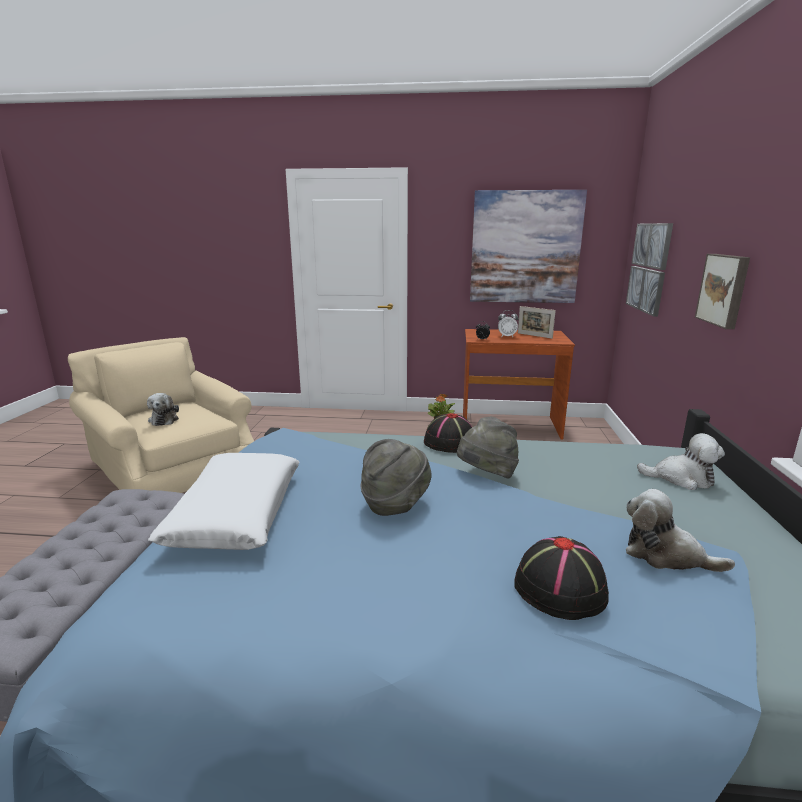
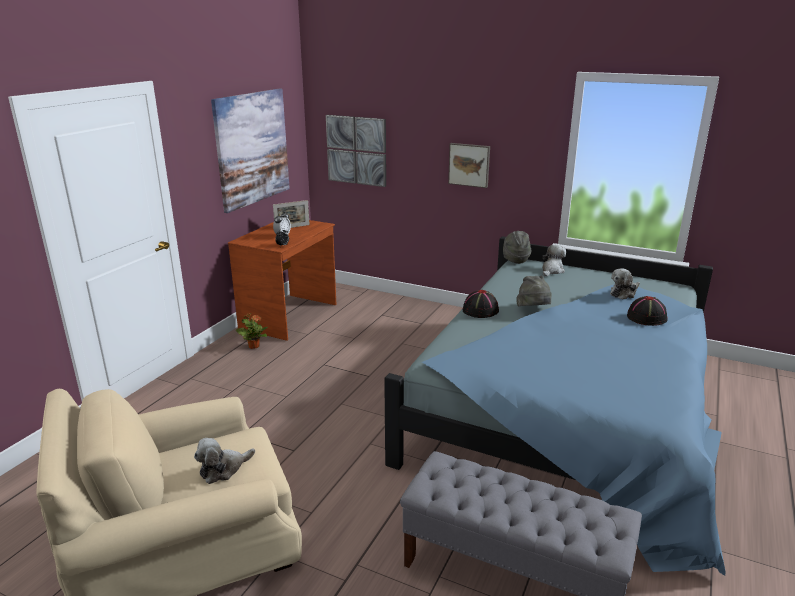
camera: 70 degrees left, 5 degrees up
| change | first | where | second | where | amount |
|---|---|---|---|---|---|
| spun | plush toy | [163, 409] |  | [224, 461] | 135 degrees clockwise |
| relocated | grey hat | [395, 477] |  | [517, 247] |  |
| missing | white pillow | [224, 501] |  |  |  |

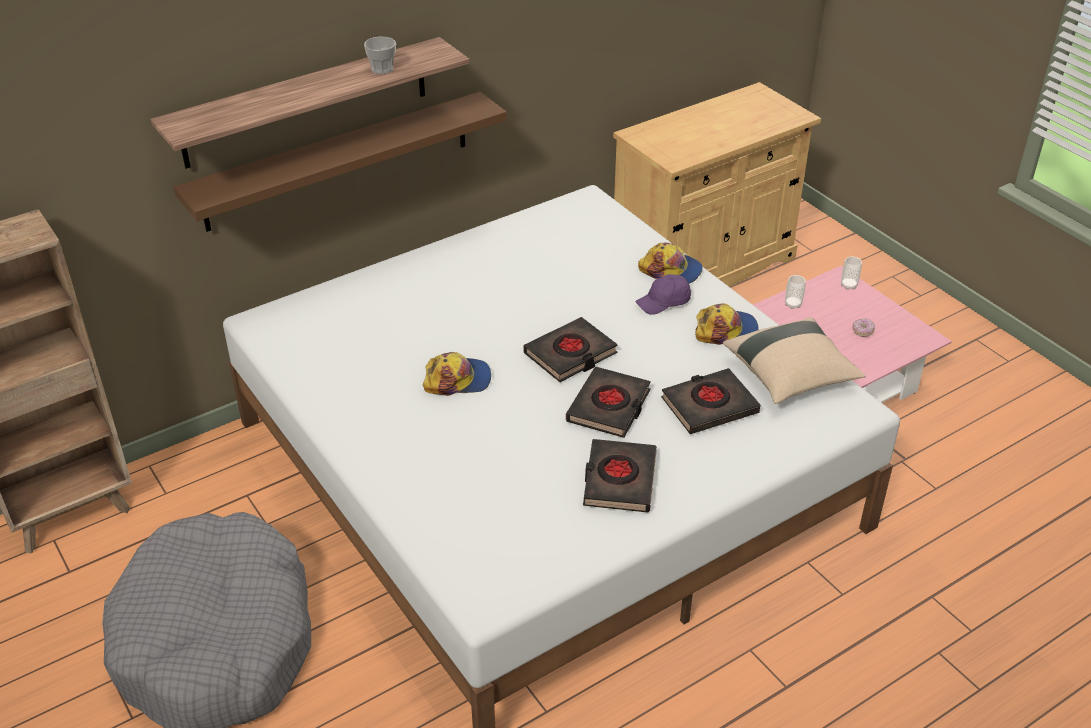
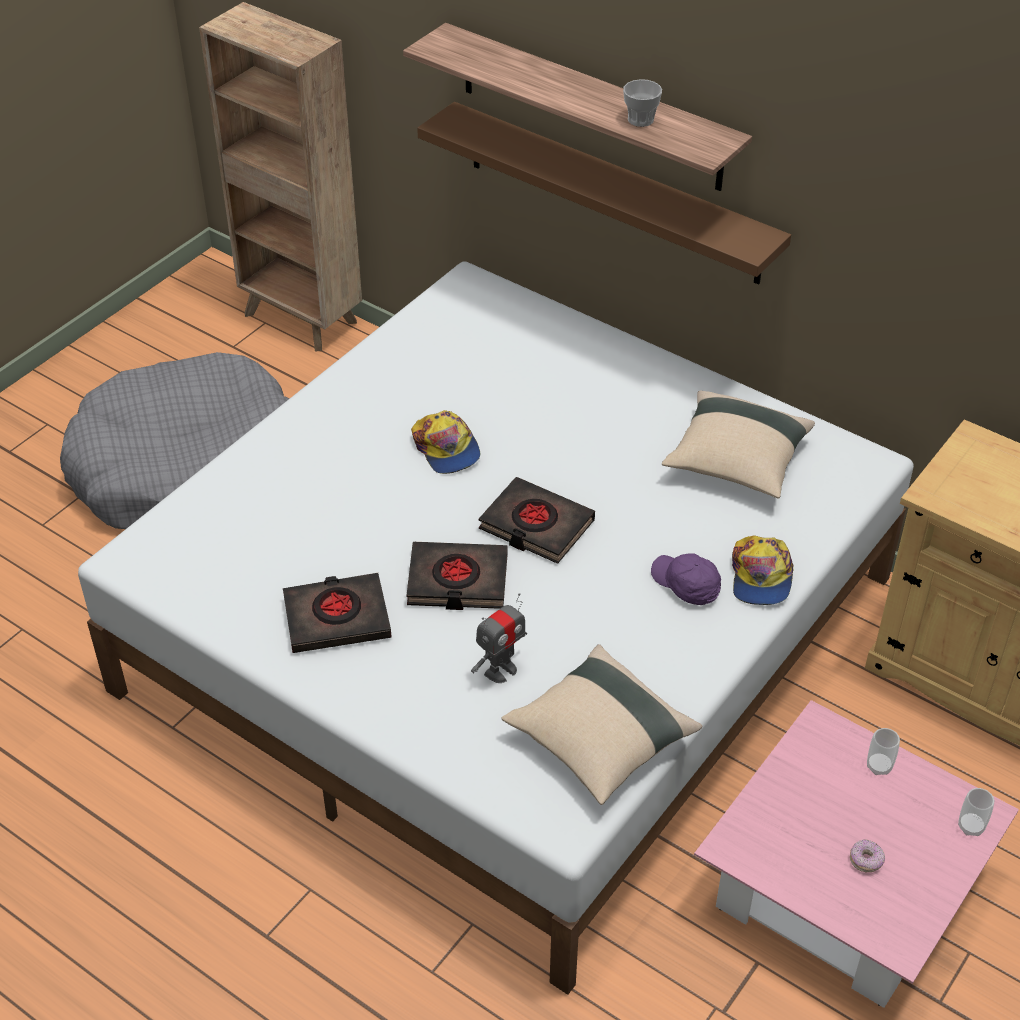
camera: 70 degrees right, 5 degrees up
| change | first | where | second | where | amount |
|---|---|---|---|---|---|
| missing | cap | [727, 324] |  |  |  |
| exchanged | black book | [710, 401] | toy robot | [499, 638] |  |
| appeared |  |  | beige pillow | [738, 444] |  |

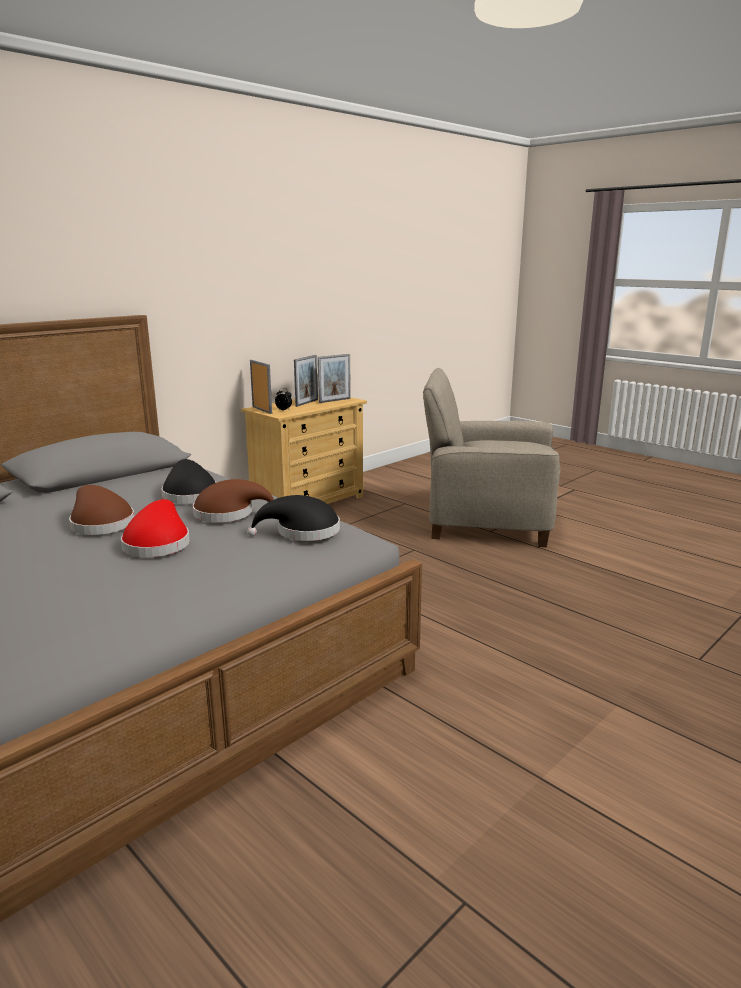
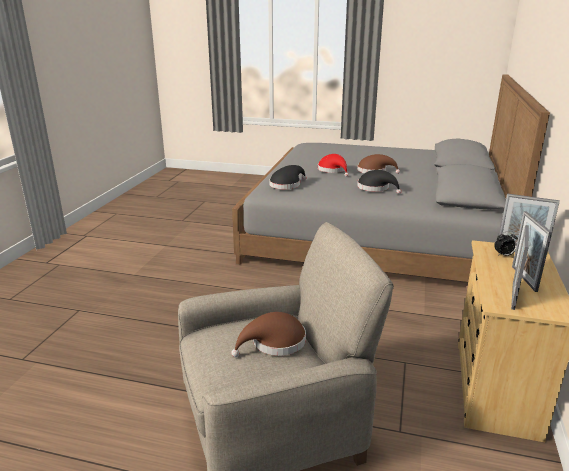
camera: 150 degrees right, 5 degrees up
| change | first | where | second | where | amount |
|---|---|---|---|---|---|
| relocated | brown hat | [233, 501] |  | [268, 334] |  |

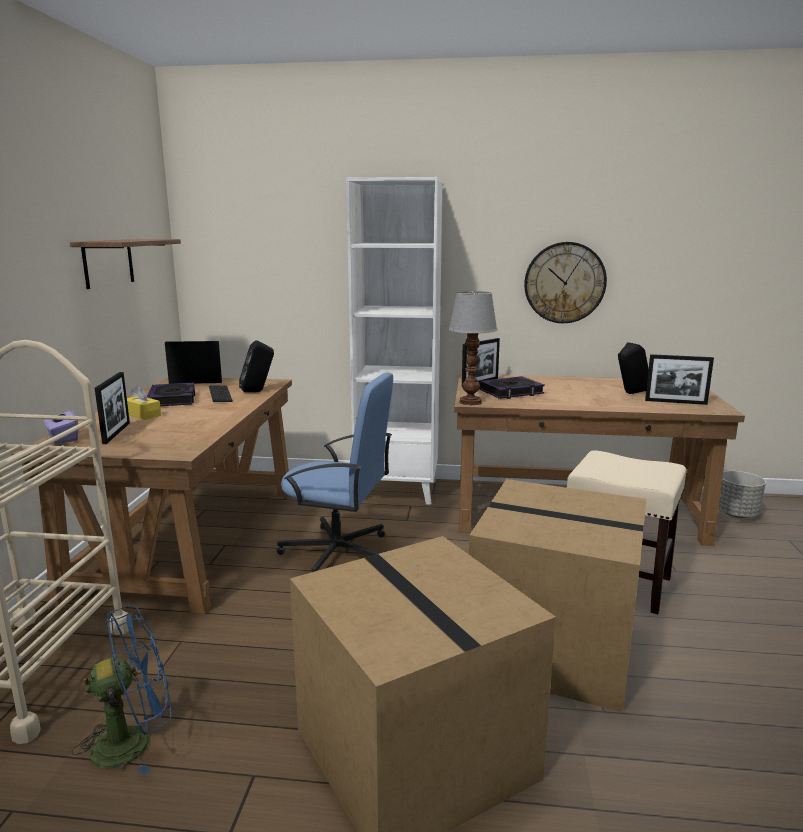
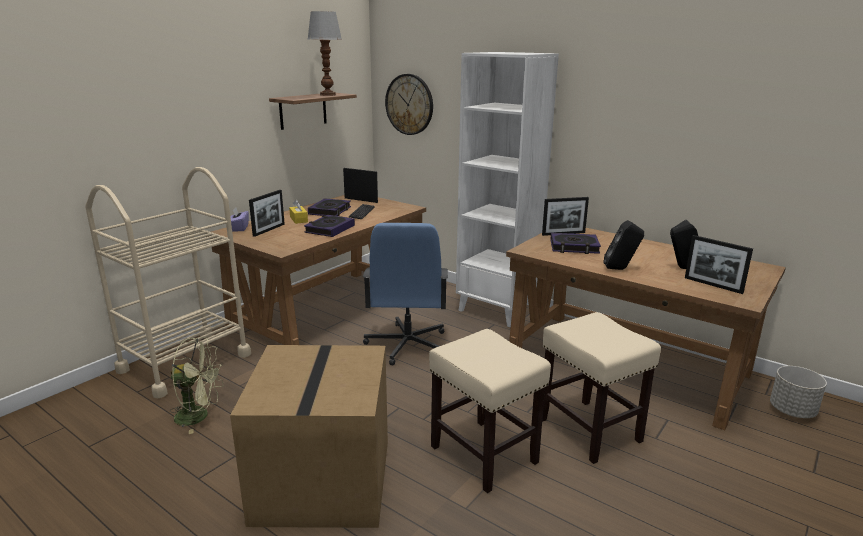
camera: 30 degrees right, 5 degrees up
| change | first | where | second | where | amount |
|---|---|---|---|---|---|
| relocated | wall clock | [565, 282] |  | [409, 104] |  |
| relocated | table lamp | [473, 348] |  | [325, 53] |  |
| relocated | black speaker | [256, 366] |  | [623, 245] |  |
| spun | blue office chair | [335, 472] |  | [405, 294] | 45 degrees clockwise |
| exchanged | cardboard box | [557, 595] | beige stool | [490, 411] |  |
| colour | blue fan | [121, 690] | green fan | [196, 385] |  |
| appeared |  |  | book | [329, 226] |  |

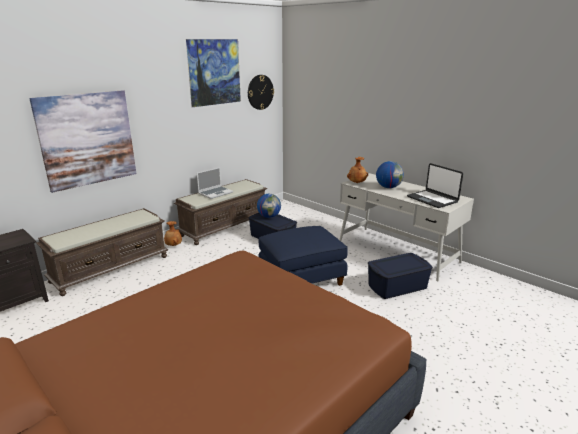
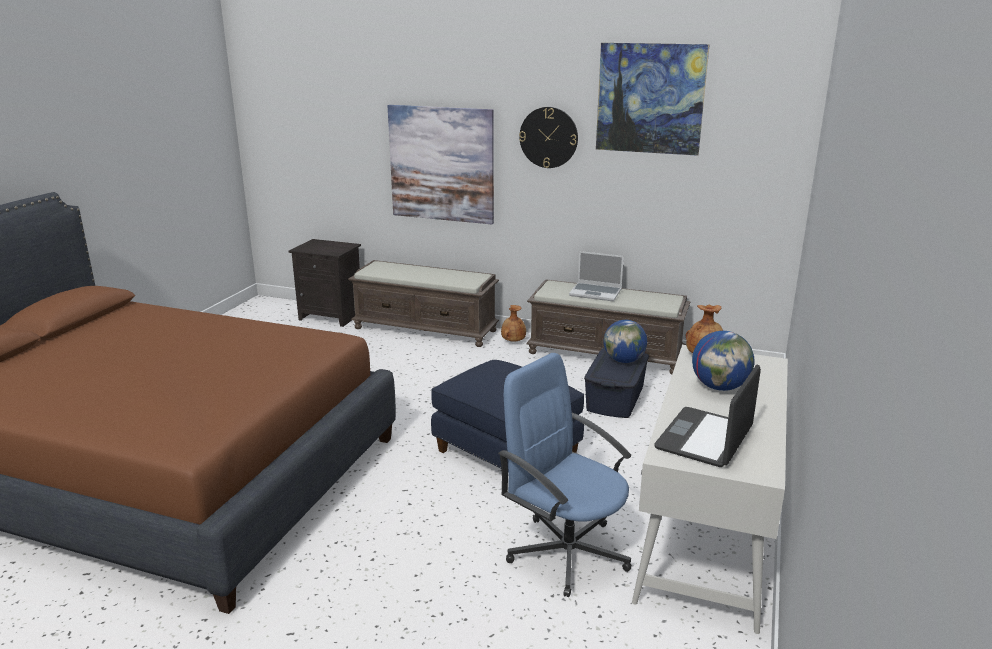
camera: 65 degrees right, 0 degrees up
| change | first | where | second | where | amount |
|---|---|---|---|---|---|
| relocated | wall clock | [261, 92] |  | [548, 137] |  |
| exchanged | blue storage box | [400, 276] | blue office chair | [565, 475] |  |

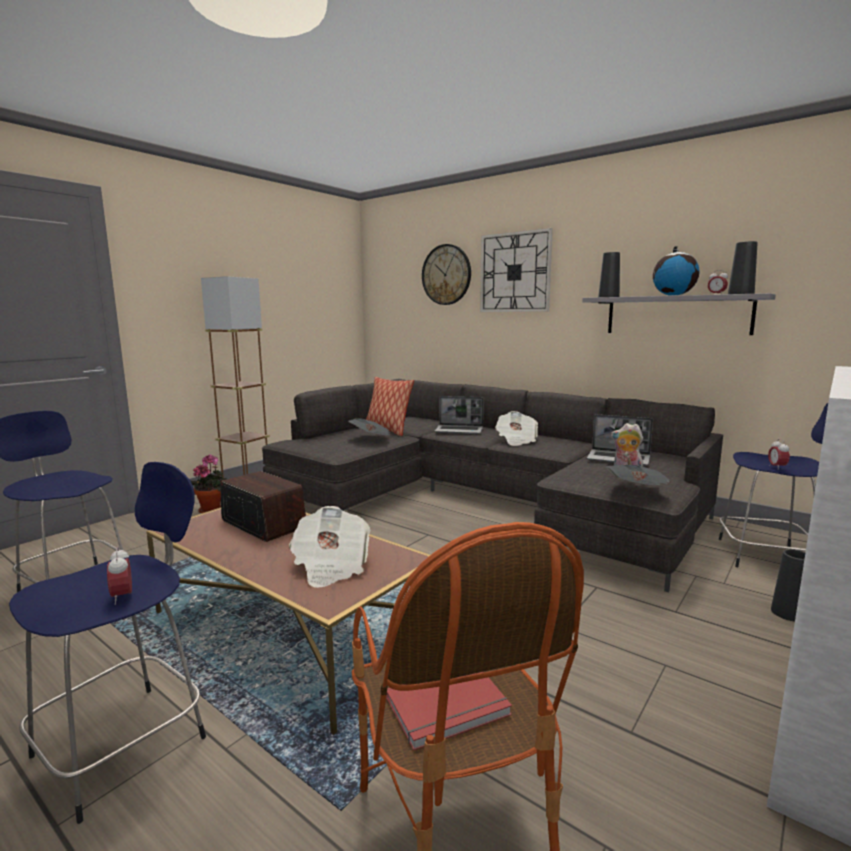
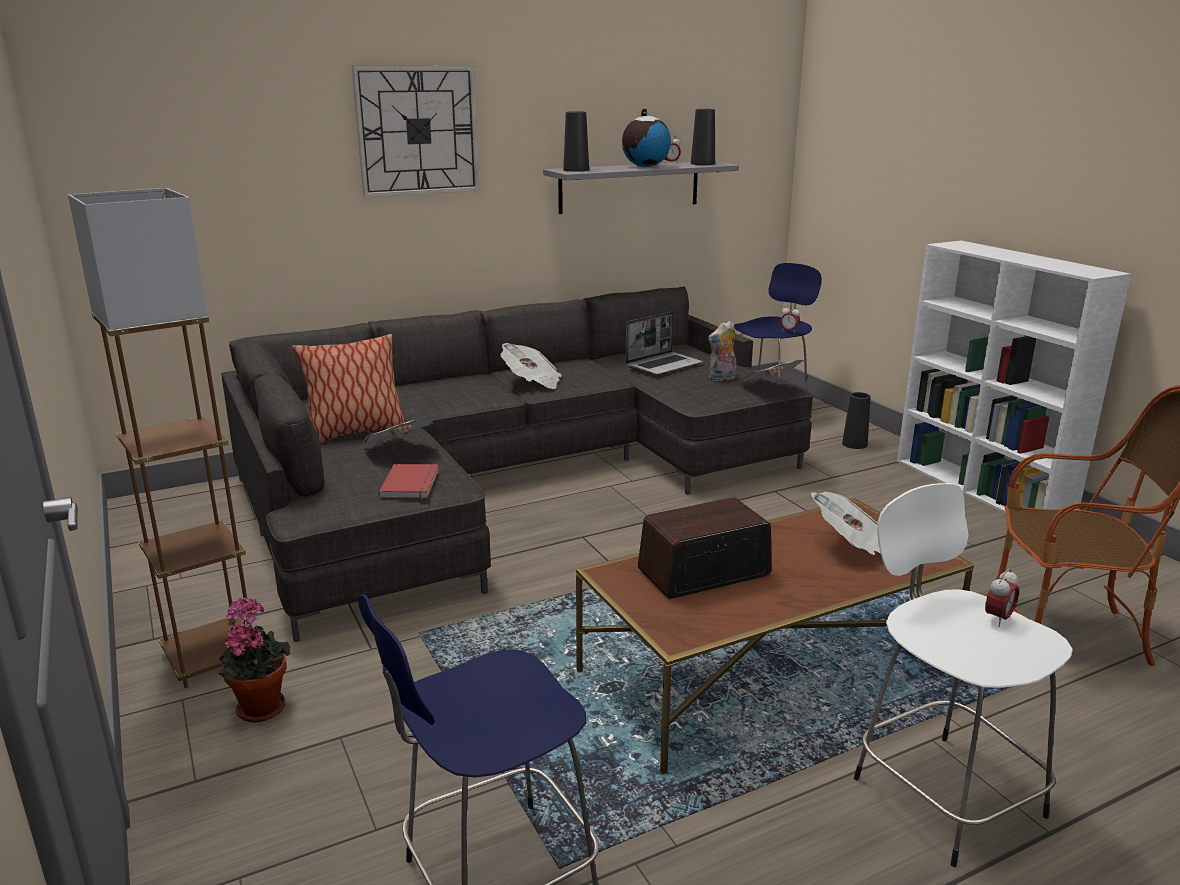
camera: 65 degrees left, 10 degrees up
| change | first | where | second | where | amount |
|---|---|---|---|---|---|
| missing | wall clock | [446, 274] |  |  |  |
| missing | laptop | [459, 415] |  |  |  |
| colour | blue stool | [107, 643] | white stool | [963, 675] |  |
| spun | alarm clock | [119, 575] |  | [1002, 597] | 45 degrees counterclockwise |
| relocated | red book | [449, 711] |  | [408, 481] |  |

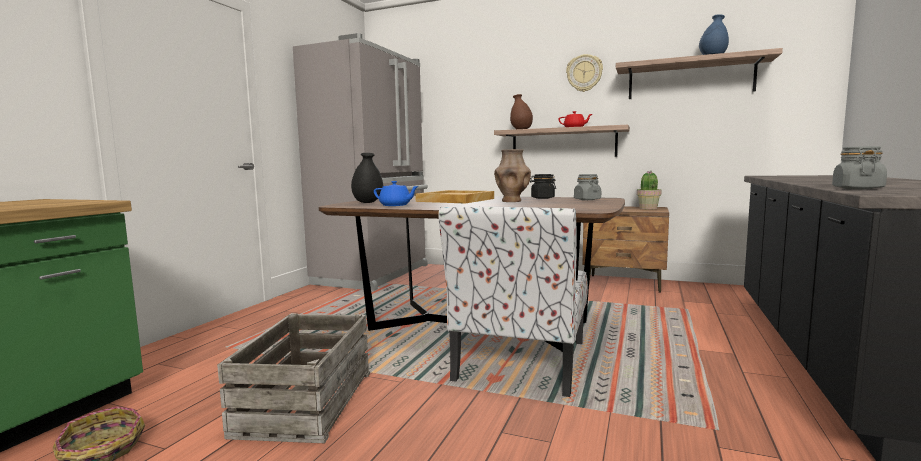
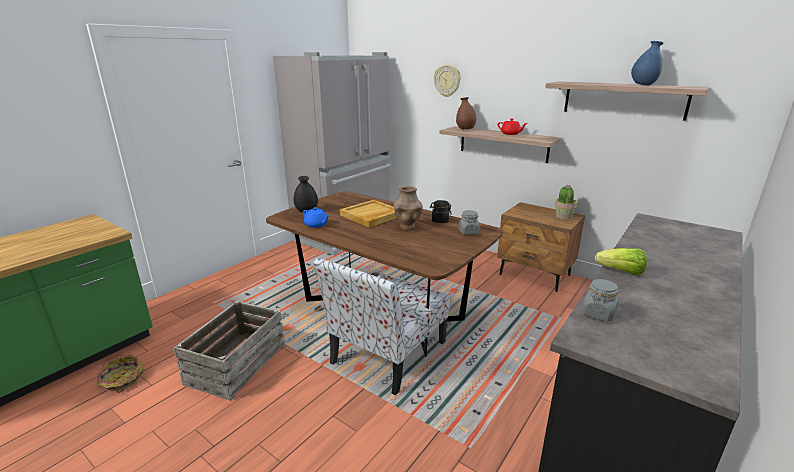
camera: 15 degrees right, 15 degrees up
| change | first | where | second | where | amount |
|---|---|---|---|---|---|
| relocated | wall clock | [584, 73] |  | [447, 81] |  |
| appeared |  |  | lettuce | [621, 261] |  |

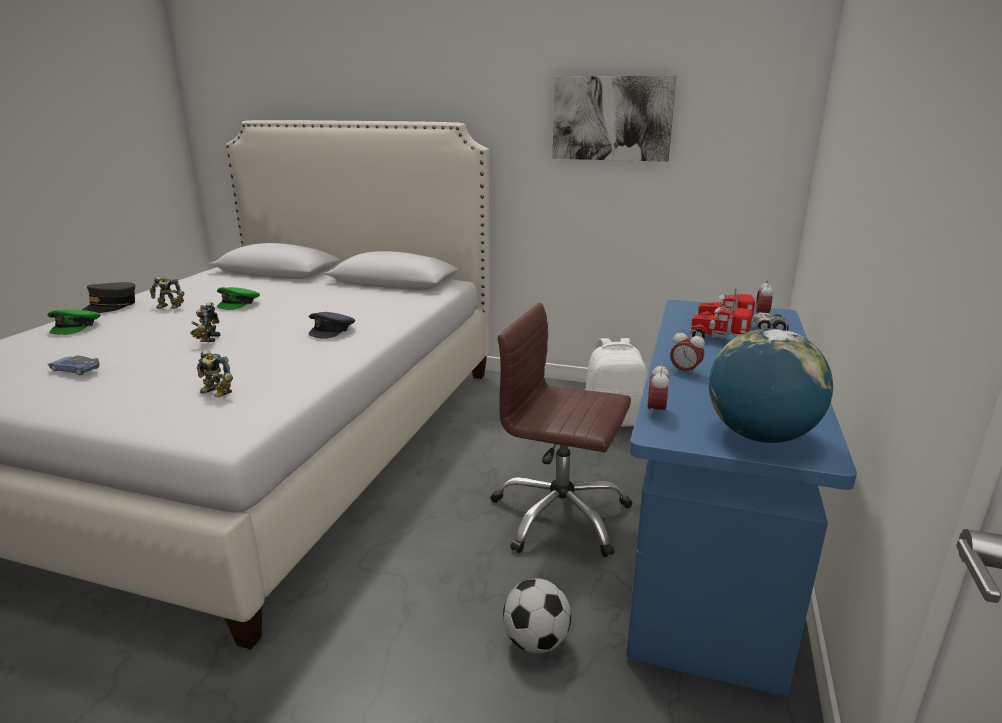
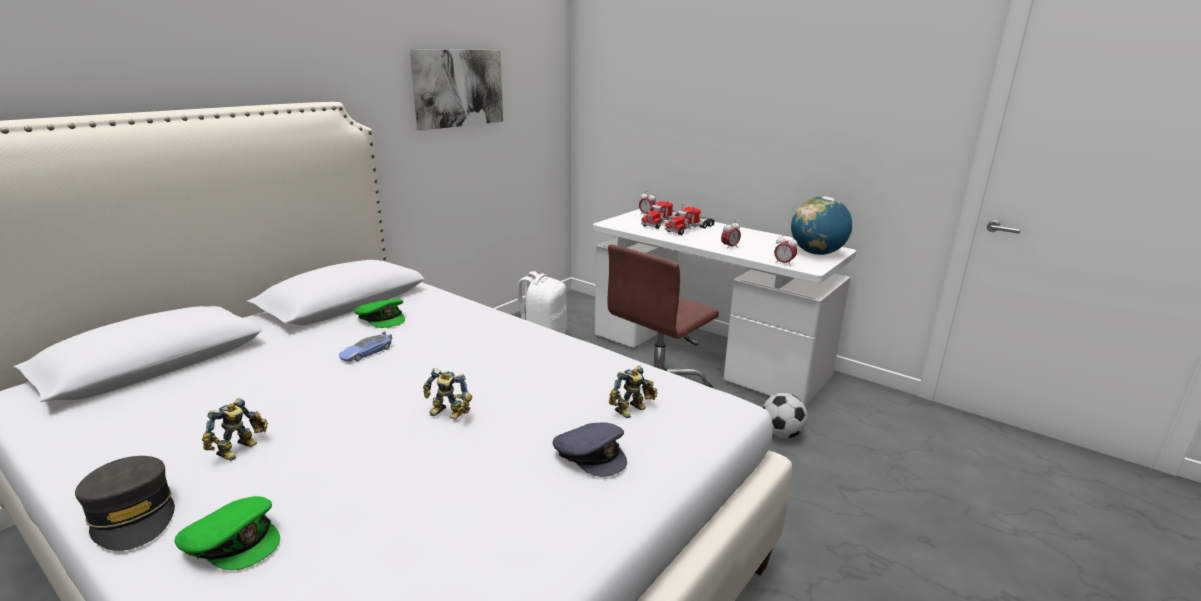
camera: 70 degrees left, 0 degrees up
| change | first | where | second | where | amount |
|---|---|---|---|---|---|
| relocated | green cap | [238, 298] |  | [379, 313] |  |
| colour | blue desk | [741, 498] | white desk | [724, 307] |  |
| relocated | grey cap | [332, 325] |  | [590, 449] |  |
| relocated | toy car | [73, 365] |  | [365, 346] |  |

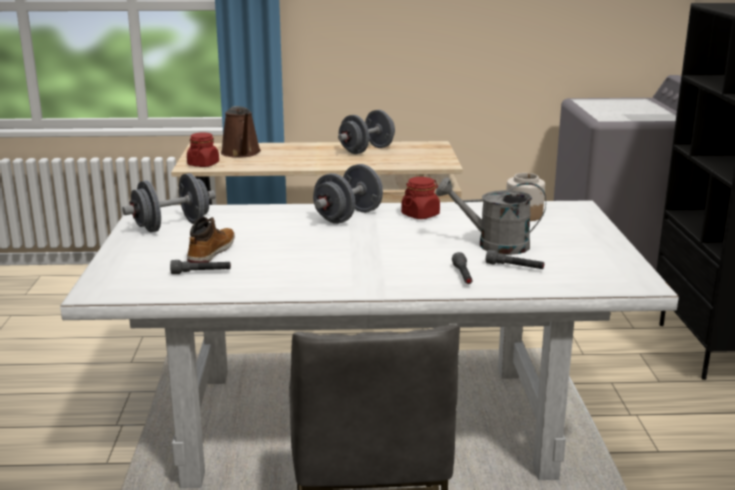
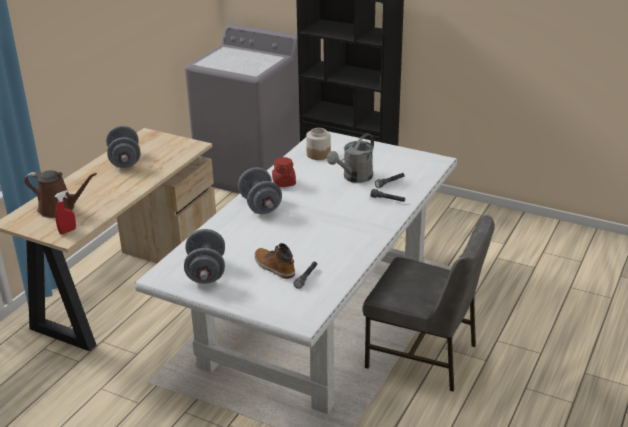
camera: 60 degrees left, 10 degrees up
| change | first | where | second | where | amount |
|---|---|---|---|---|---|
| exchanged | red jar | [203, 150] | red spray bottle | [65, 212] |  |

